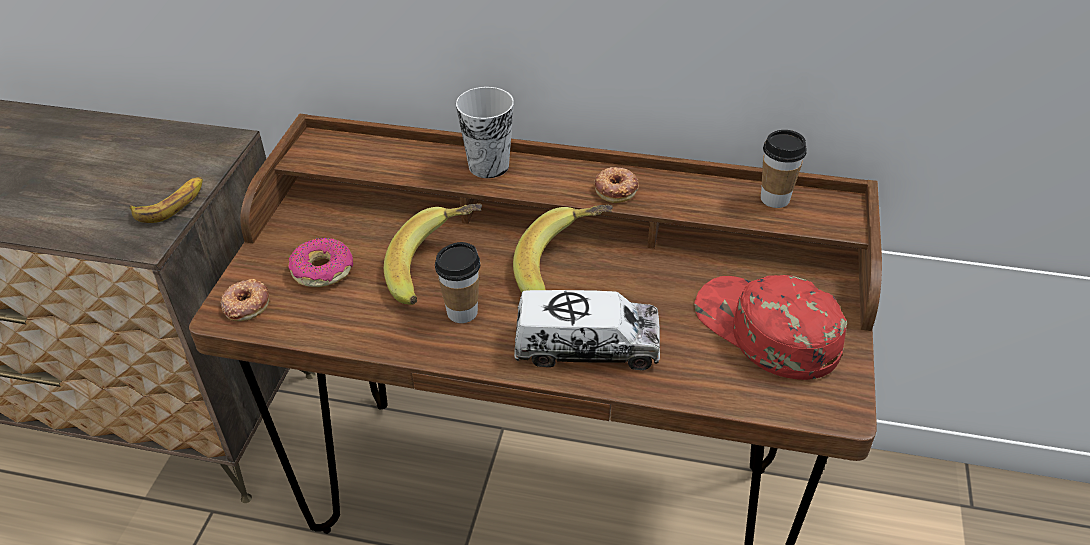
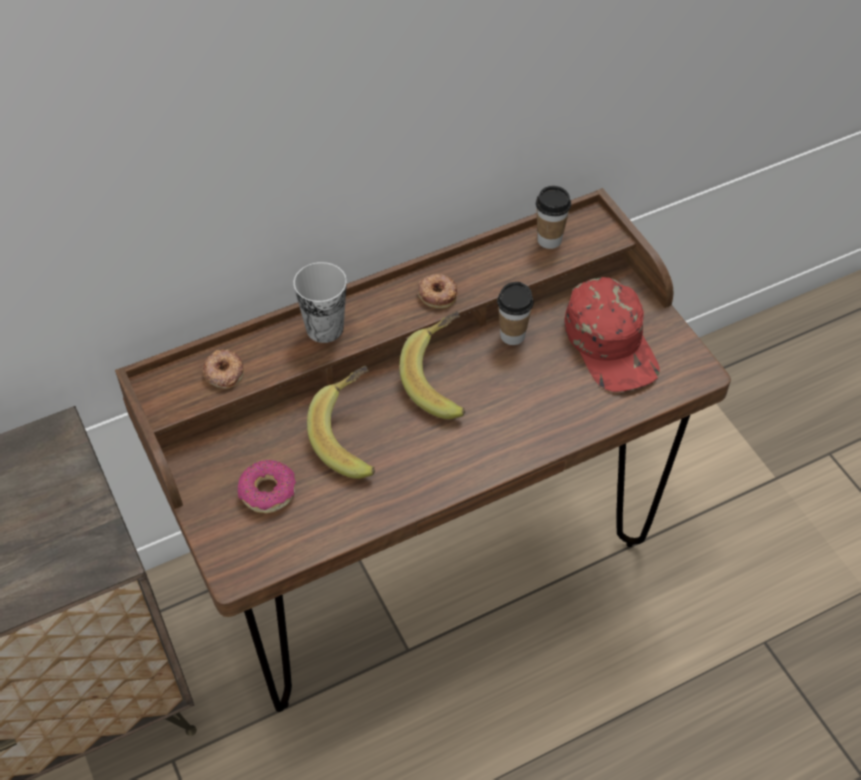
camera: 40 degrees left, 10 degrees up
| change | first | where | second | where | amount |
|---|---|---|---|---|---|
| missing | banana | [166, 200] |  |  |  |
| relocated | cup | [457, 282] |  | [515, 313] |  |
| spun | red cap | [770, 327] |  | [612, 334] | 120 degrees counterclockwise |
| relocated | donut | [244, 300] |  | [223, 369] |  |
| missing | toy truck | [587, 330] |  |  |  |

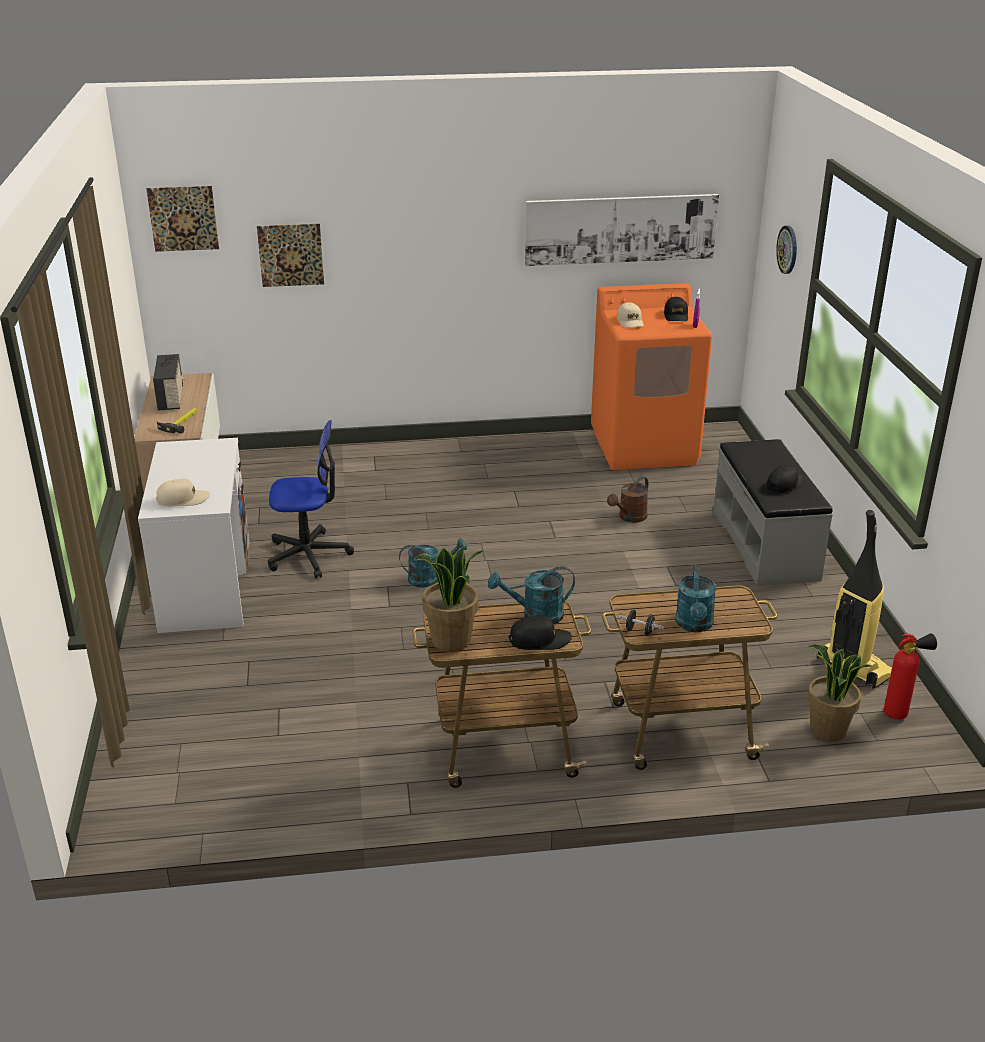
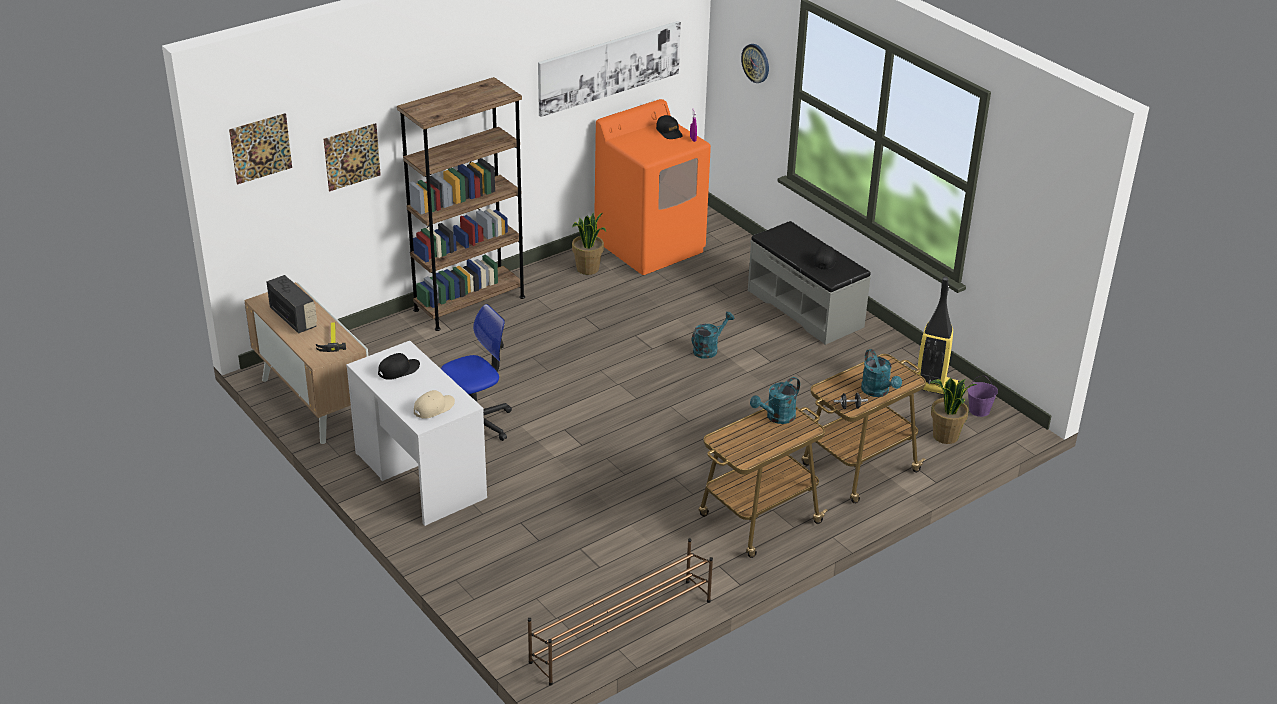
camera: 30 degrees left, 5 degrees up
| change | first | where | second | where | amount |
|---|---|---|---|---|---|
| missing | beige cap | [630, 315] |  |  |  |
| missing | brown watering can | [627, 499] |  |  |  |
| relocated | turquoise watering can | [433, 563] |  | [713, 335] |  |
| relocated | potted plant | [448, 598] |  | [589, 244] |  |
| relocated | black cap | [540, 633] |  | [399, 366] |  |
| exchanged | fire extinguisher | [910, 676] | purple bucket | [983, 396] |  |
| appeared |  |  | brown bookcase | [461, 204] |  |
| appeared |  |  | brown shoe rack | [620, 612] |  |

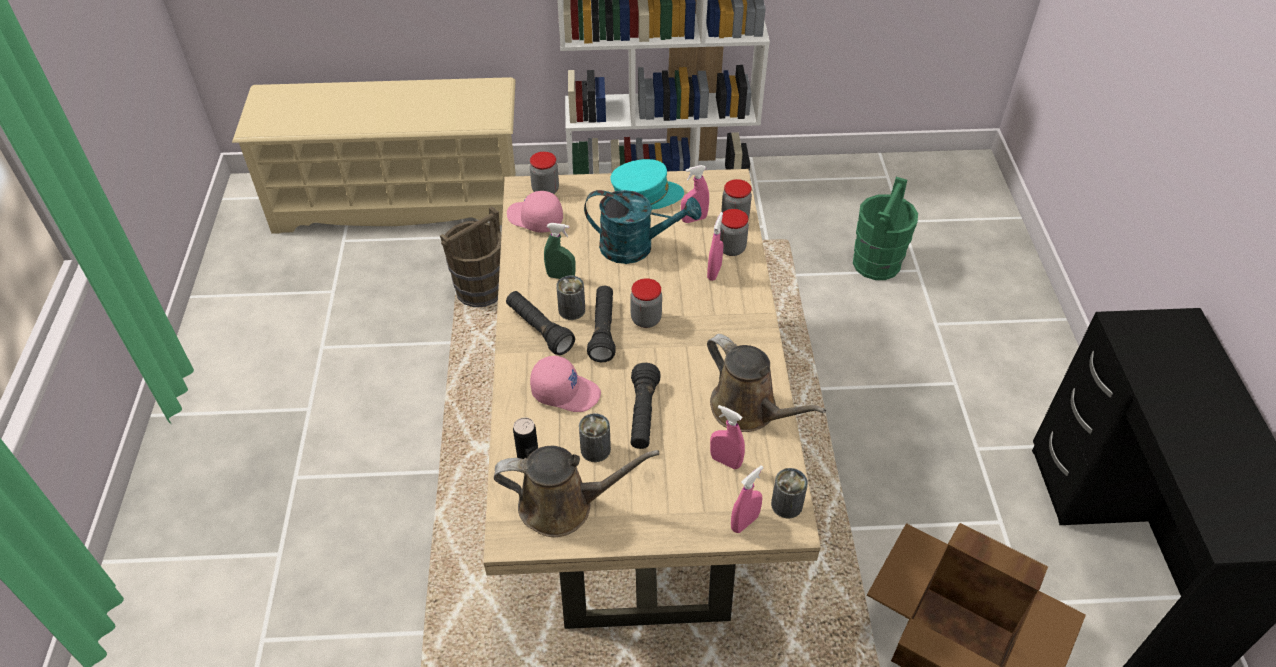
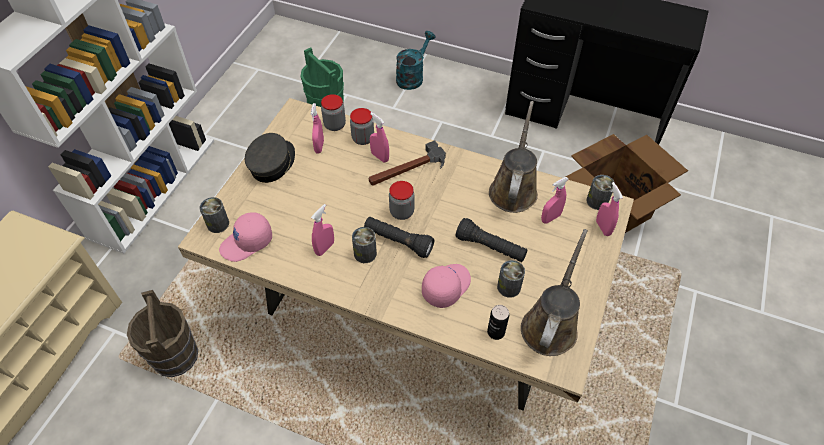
camera: 65 degrees left, 5 degrees up
| change | first | where | second | where | amount |
|---|---|---|---|---|---|
| exchanged | jar | [544, 172] | can | [214, 215] |  |
| colour | turquoise cap | [647, 184] | grey cap | [270, 158] |  |
| relocated | turquoise watering can | [642, 227] |  | [416, 60] |  |
| colour | green spray bottle | [560, 251] | pink spray bottle | [322, 230] |  |
| missing | black flashlight | [540, 323] |  |  |  |
| spun | brown watering can | [766, 383] |  | [513, 157] | 60 degrees counterclockwise |
| appeared |  |  | hammer | [407, 163] |  |

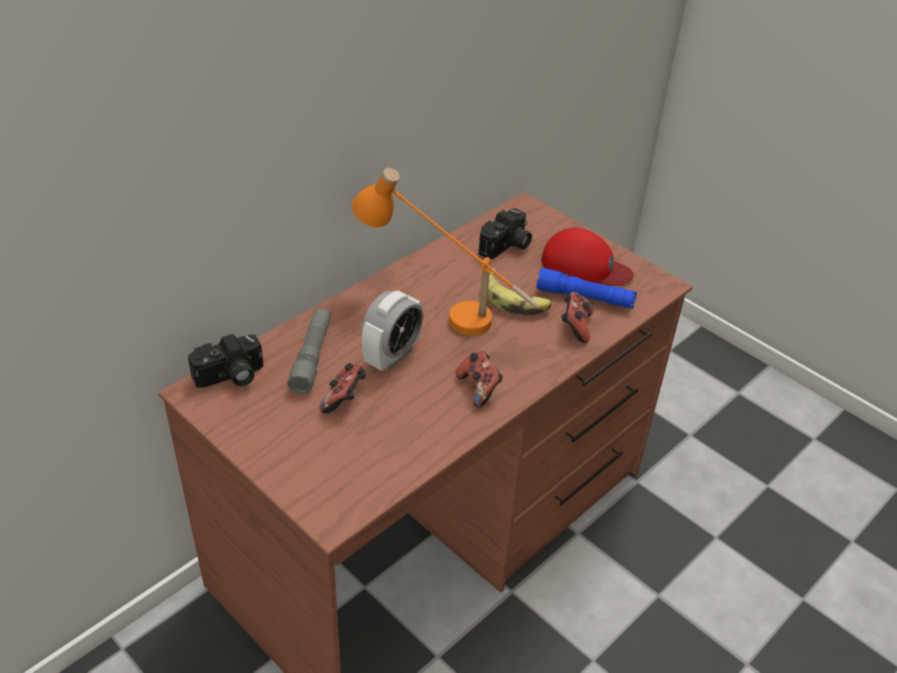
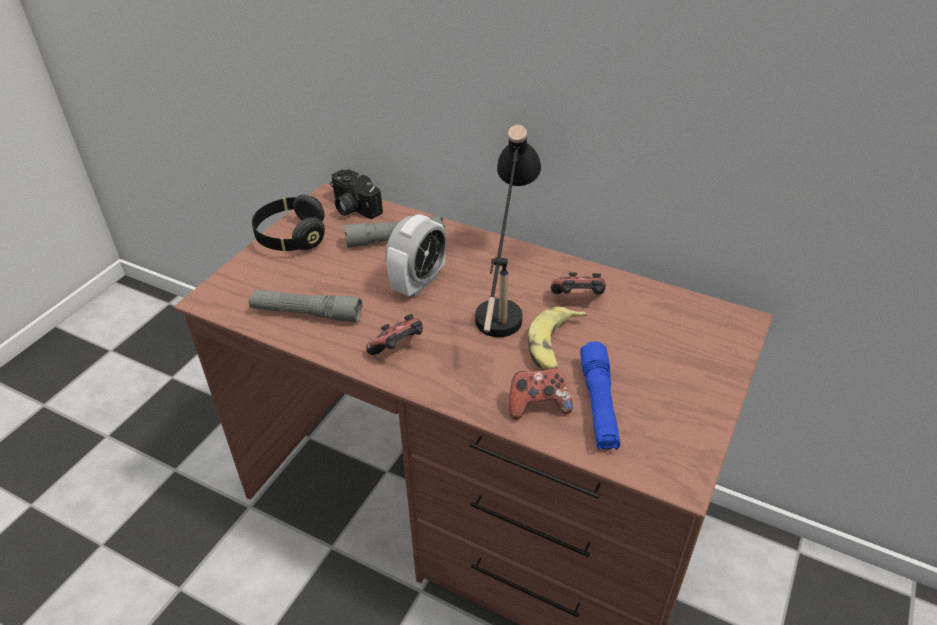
camera: 75 degrees right, 0 degrees up
| change | first | where | second | where | amount |
|---|---|---|---|---|---|
| colour | orange table lamp | [445, 252] | black table lamp | [508, 231] |  |
| missing | photo camera | [505, 233] |  |  |  |
| missing | red cap | [588, 257] |  |  |  |
| spun | alarm clock | [392, 330] |  | [416, 255] | 75 degrees counterclockwise |
| relocated | game controller | [343, 388] |  | [578, 283] |  |
| appeared |  |  | black headphones | [288, 223] |  |
| appeared |  |  | grey flashlight | [305, 306] |  |

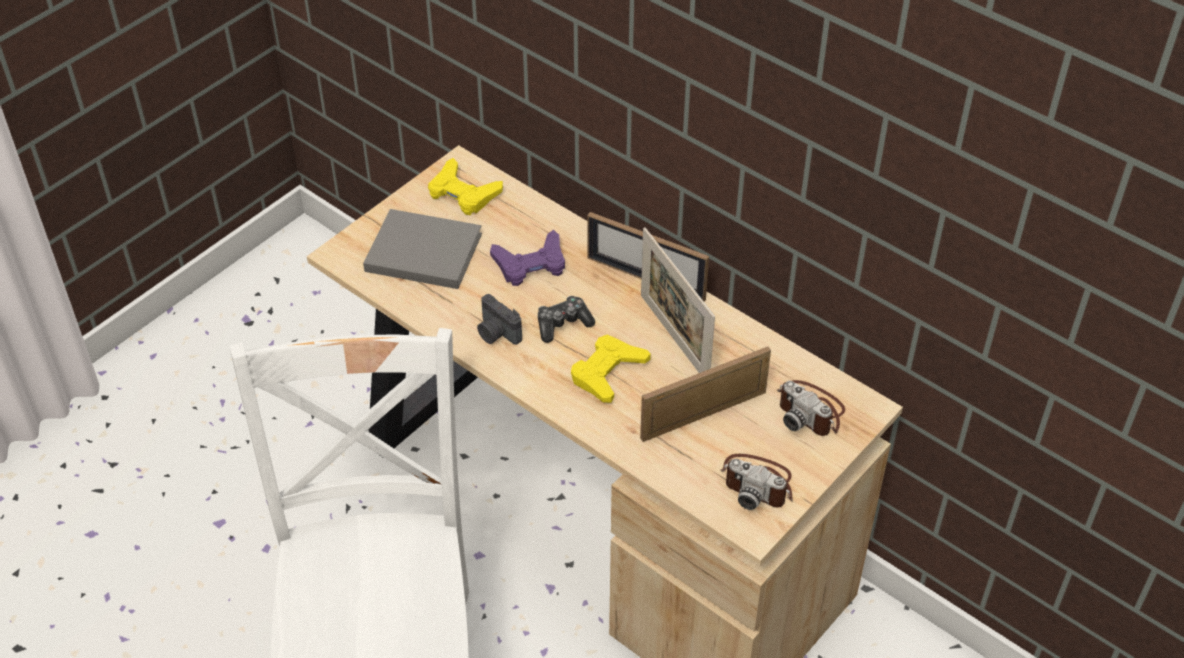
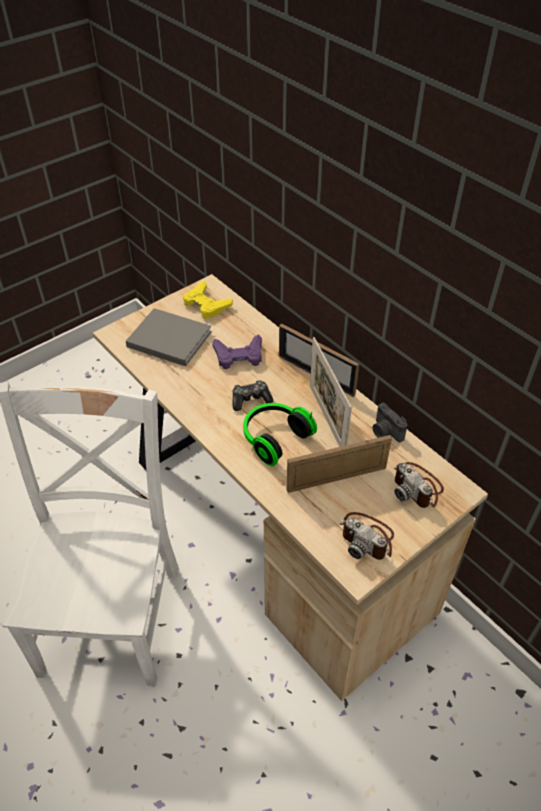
camera: 10 degrees right, 0 degrees up
| change | first | where | second | where | amount |
|---|---|---|---|---|---|
| relocated | photo camera | [499, 319] |  | [390, 423] |  |
| exchanged | yellow game controller | [611, 369] | headphones | [280, 434] |  |

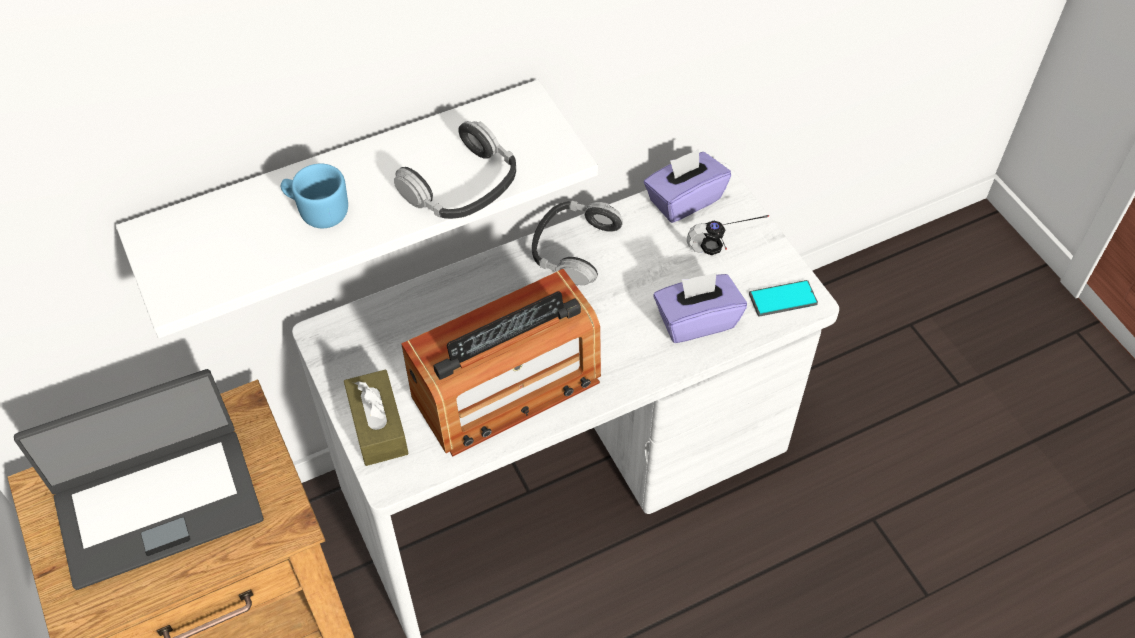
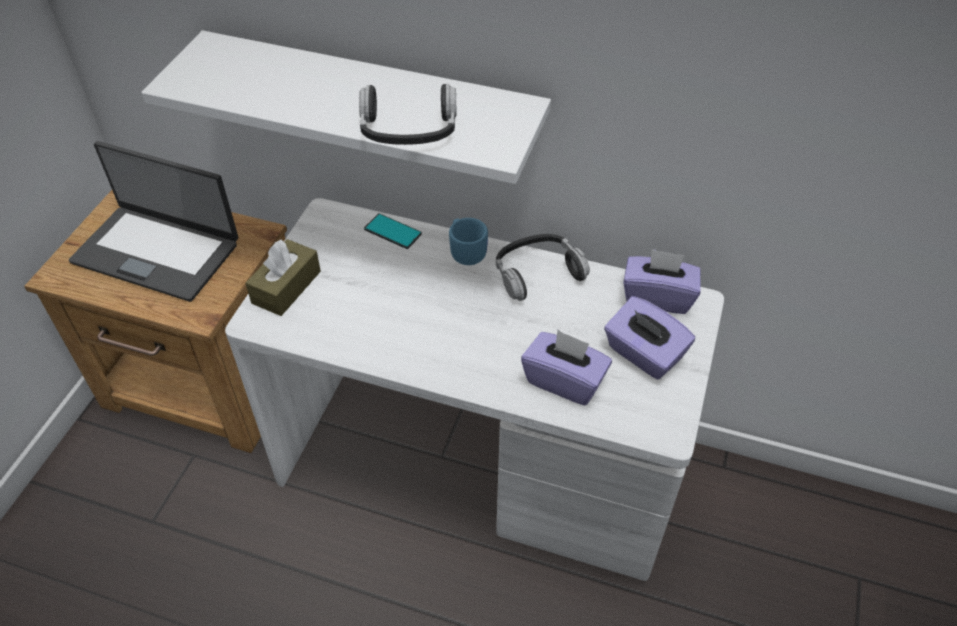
camera: 45 degrees right, 5 degrees down
| change | first | where | second | where | amount |
|---|---|---|---|---|---|
| relocated | blue mug | [314, 195] |  | [468, 241] |  |
| exchanged | headphones | [728, 235] | purple tissue box | [649, 337] |  |
| missing | radio | [501, 362] |  |  |  |
| relocated | phone | [783, 298] |  | [393, 231] |  |

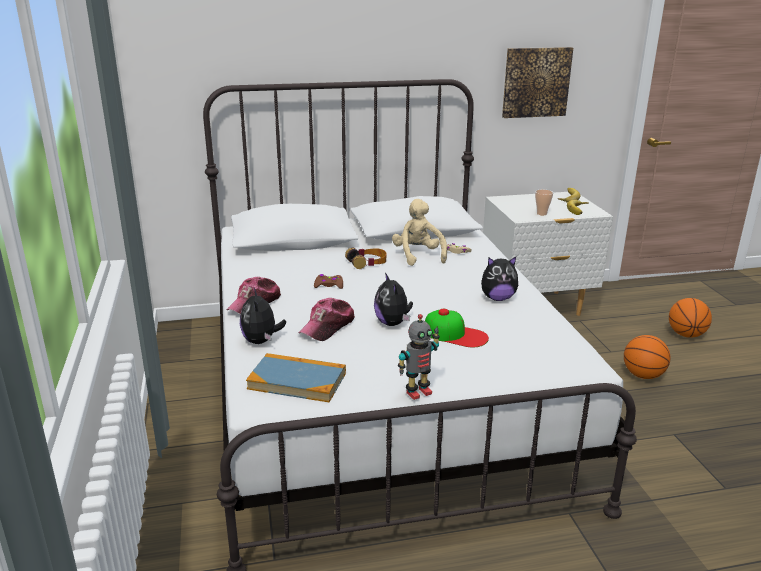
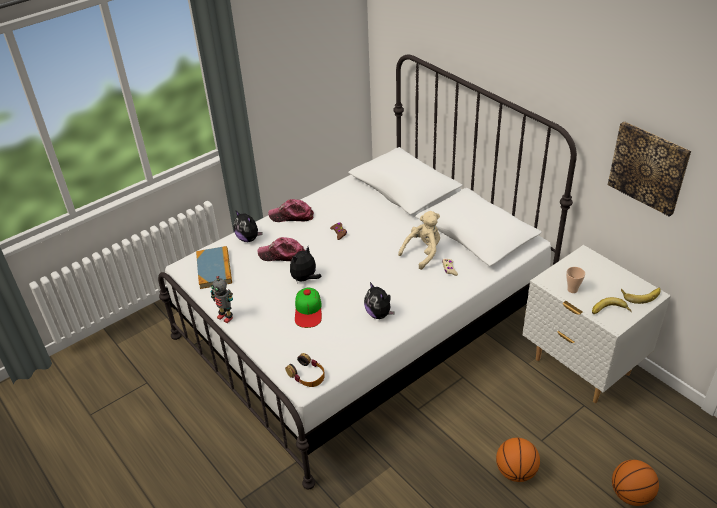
camera: 65 degrees right, 15 degrees up
| change | first | where | second | where | amount |
|---|---|---|---|---|---|
| relocated | headphones | [366, 258] |  | [305, 370] |  |
| spun | plush toy | [263, 316] |  | [248, 226] | 105 degrees counterclockwise |

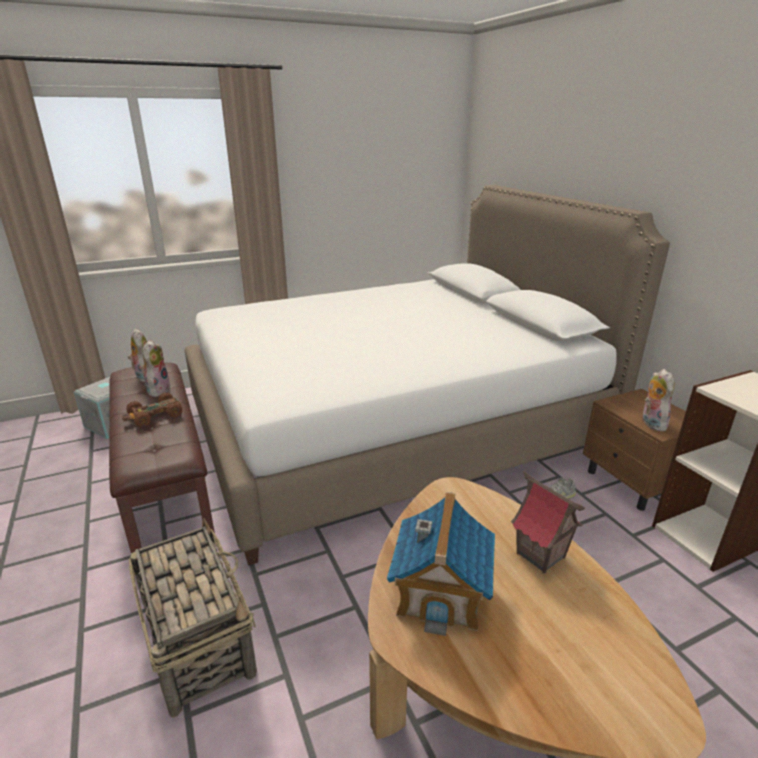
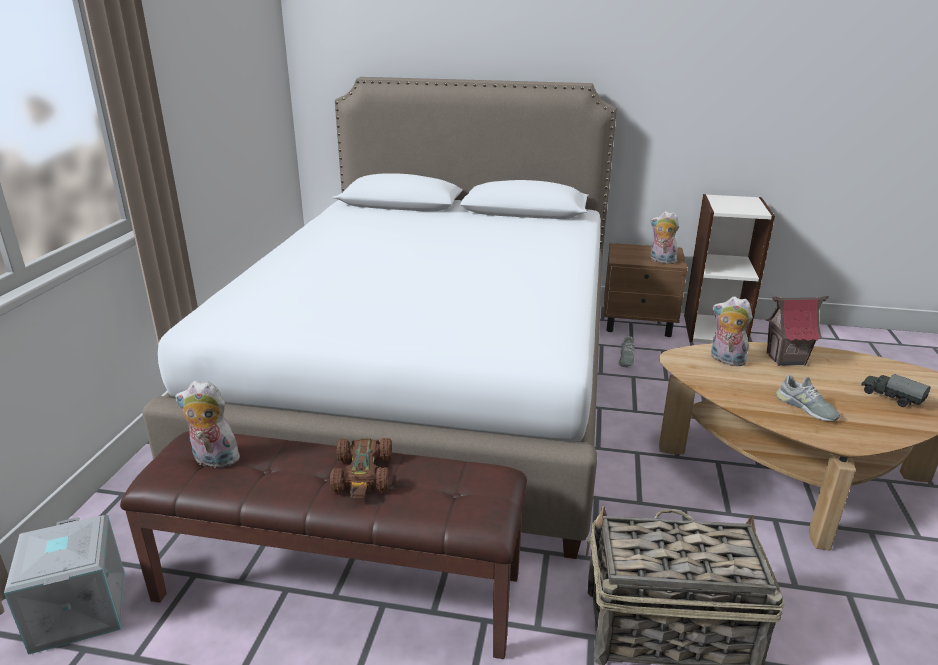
camera: 55 degrees left, 0 degrees up
| change | first | where | second | where | amount |
|---|---|---|---|---|---|
| relocated | plush toy | [156, 368] |  | [732, 331] |  |
| exchanged | toy house | [441, 564] | grey shoe | [808, 398] |  |
| appeared |  |  | toy truck | [896, 390] |  |

